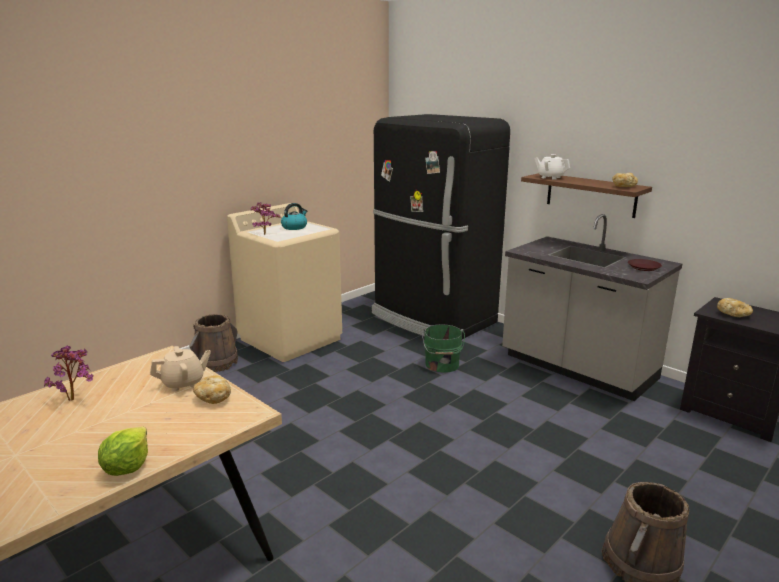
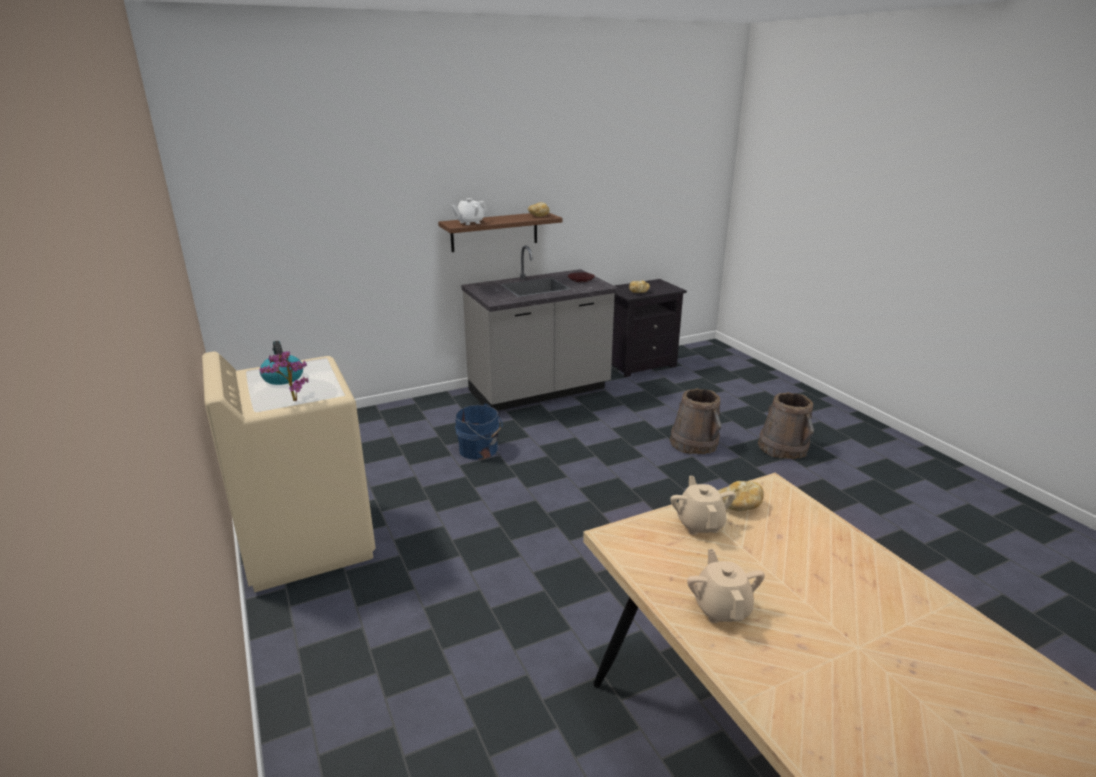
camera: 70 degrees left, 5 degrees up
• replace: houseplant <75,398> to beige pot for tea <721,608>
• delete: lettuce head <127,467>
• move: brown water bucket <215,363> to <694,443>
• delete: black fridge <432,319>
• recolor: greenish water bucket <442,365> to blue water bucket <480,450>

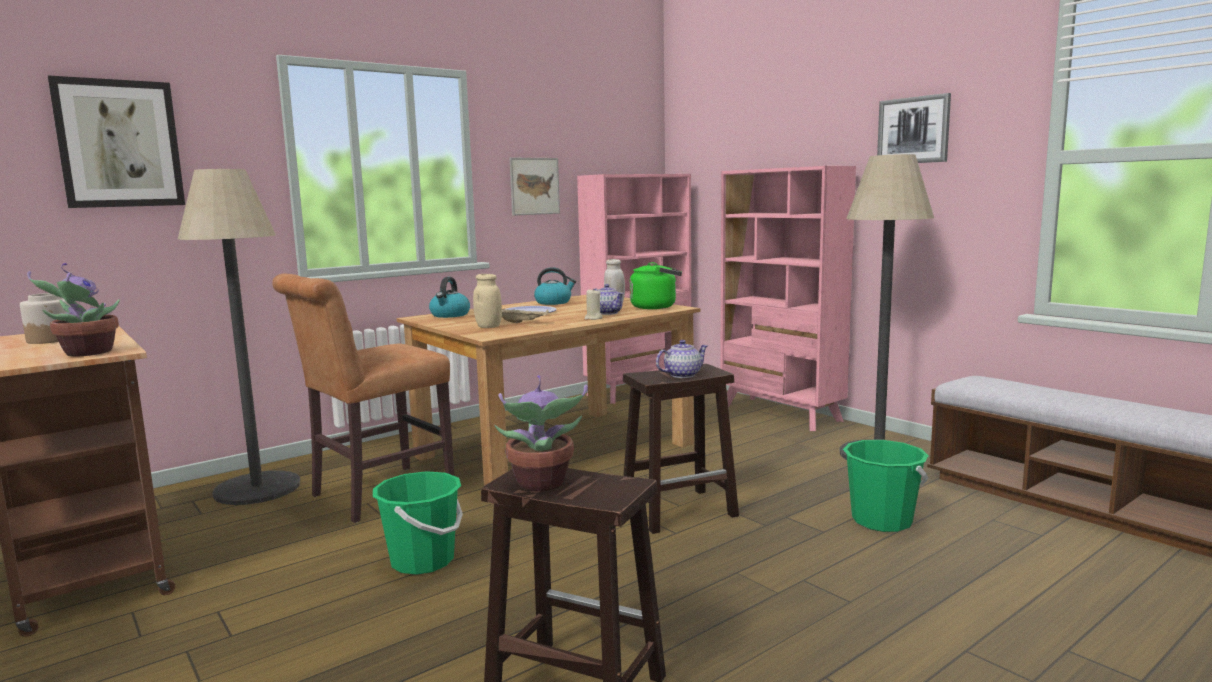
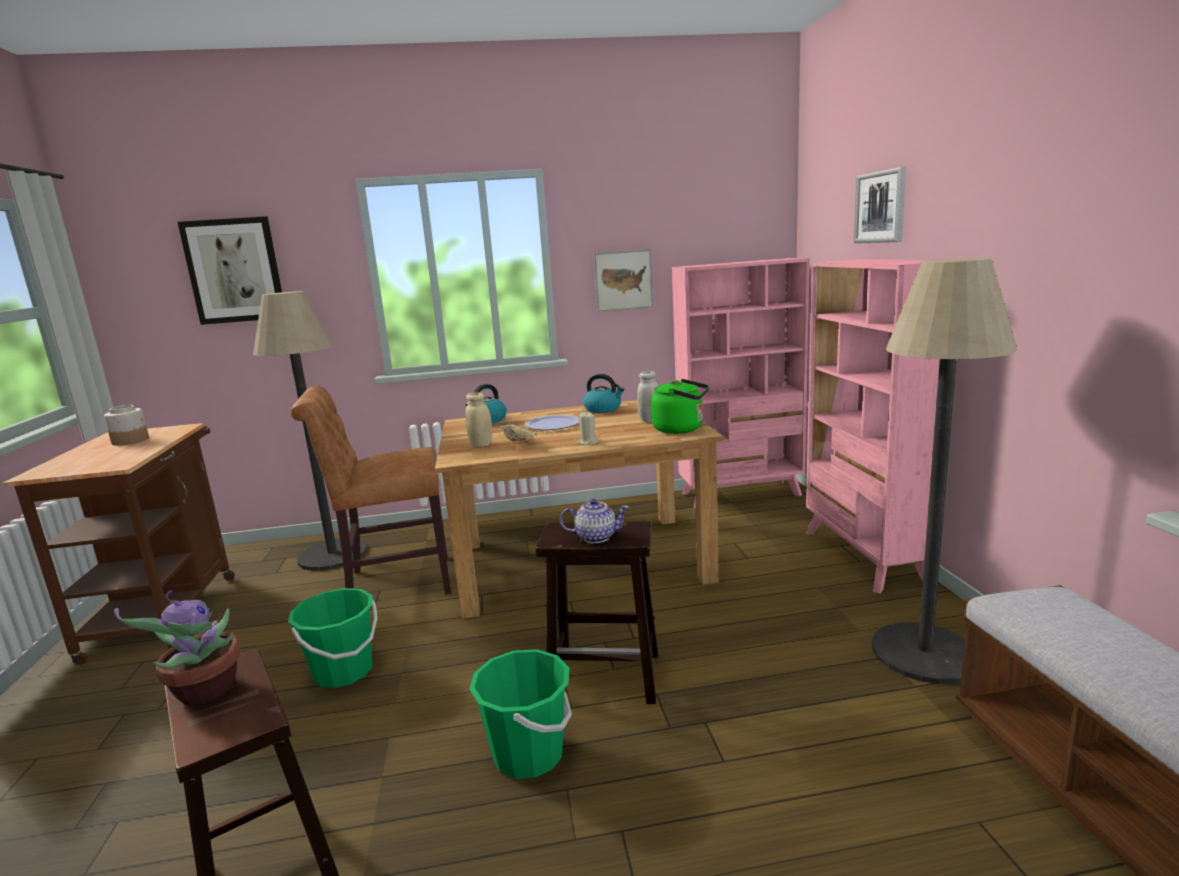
camera: 30 degrees right, 5 degrees up
• delete: houseplant <86,353>
• delete: pot for tea <607,313>
• move: greenish water bucket <882,521> to <529,754>
• move: picture <913,130> to <880,207>

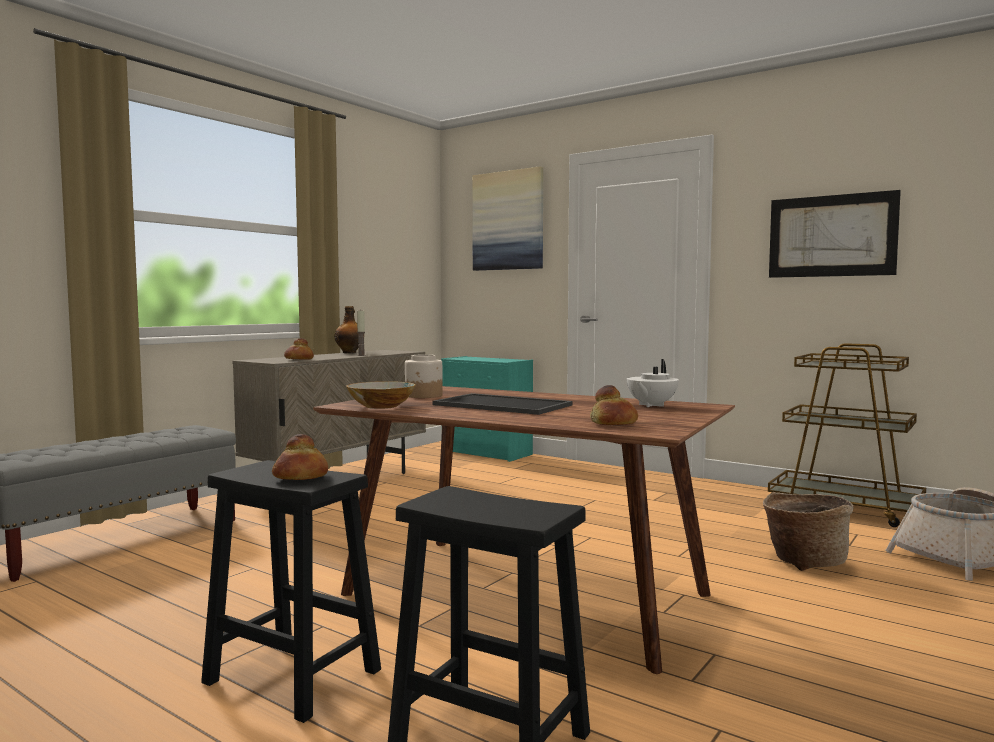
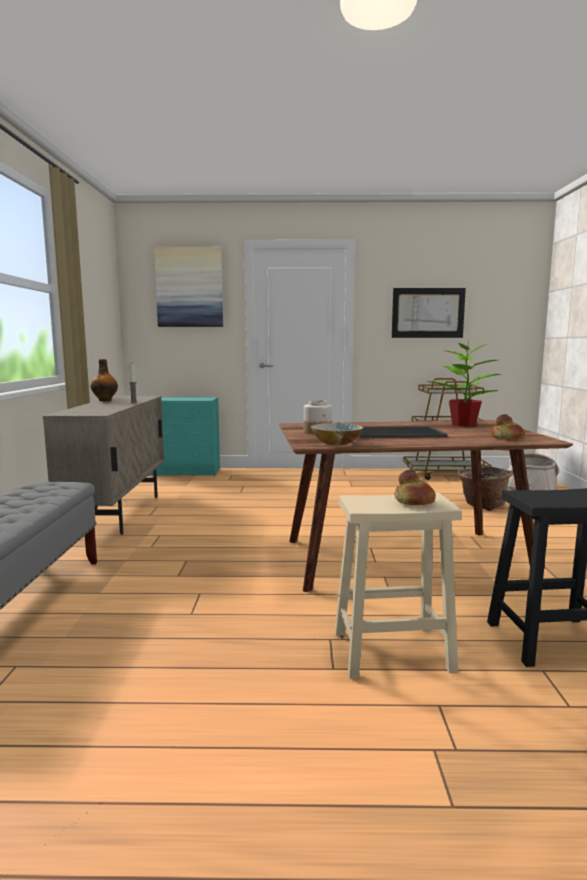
camera: 35 degrees left, 5 degrees up
• recolor: black stool <290,676> to beige stool <390,651>
• delete: bread <298,359>
• replace: white-coloured pot for tea <651,405> to houseplant <464,424>

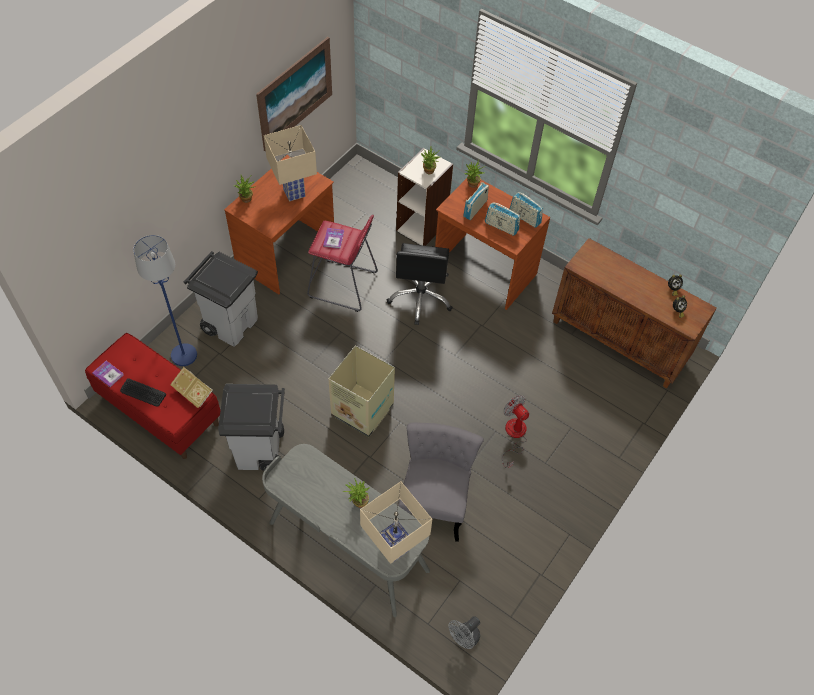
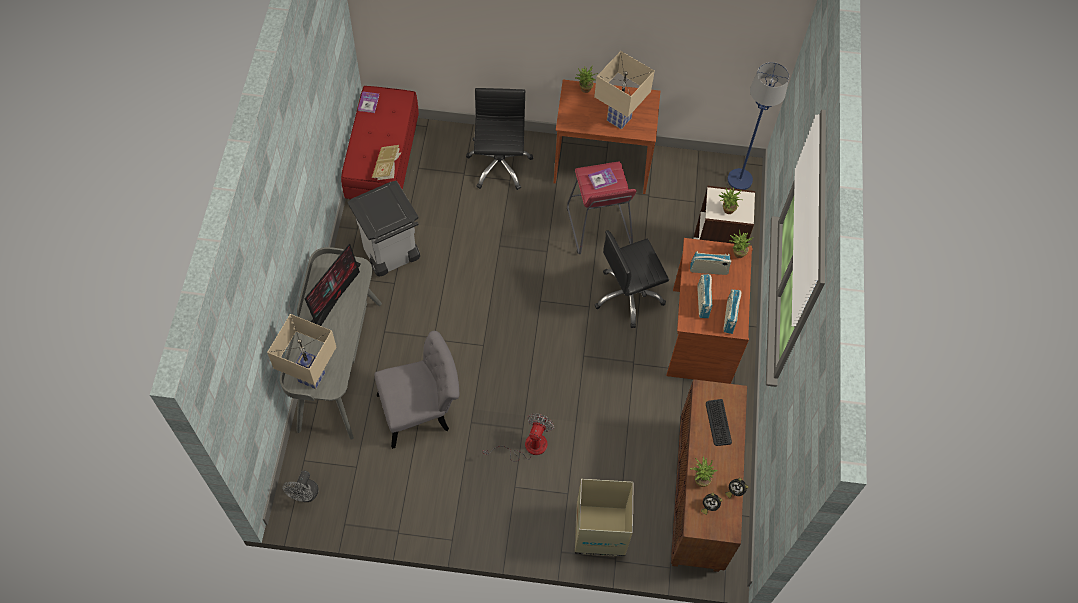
camera: 60 degrees right, 5 degrees up
• move: keyboard <143,393> to <718,422>
• move: blue standing lamp <184,355> to <739,180>
• replace: grey rubbish bin <231,323> to black office chair <499,165>
• delete: picture <295,93>
• move: carton <363,411> to <600,532>
• move: houseplant <357,502> to <700,479>
• rotate: grey cooling fan <464,639> = <305,495> 90 degrees counterclockwise
• insert: monitor <334,295>

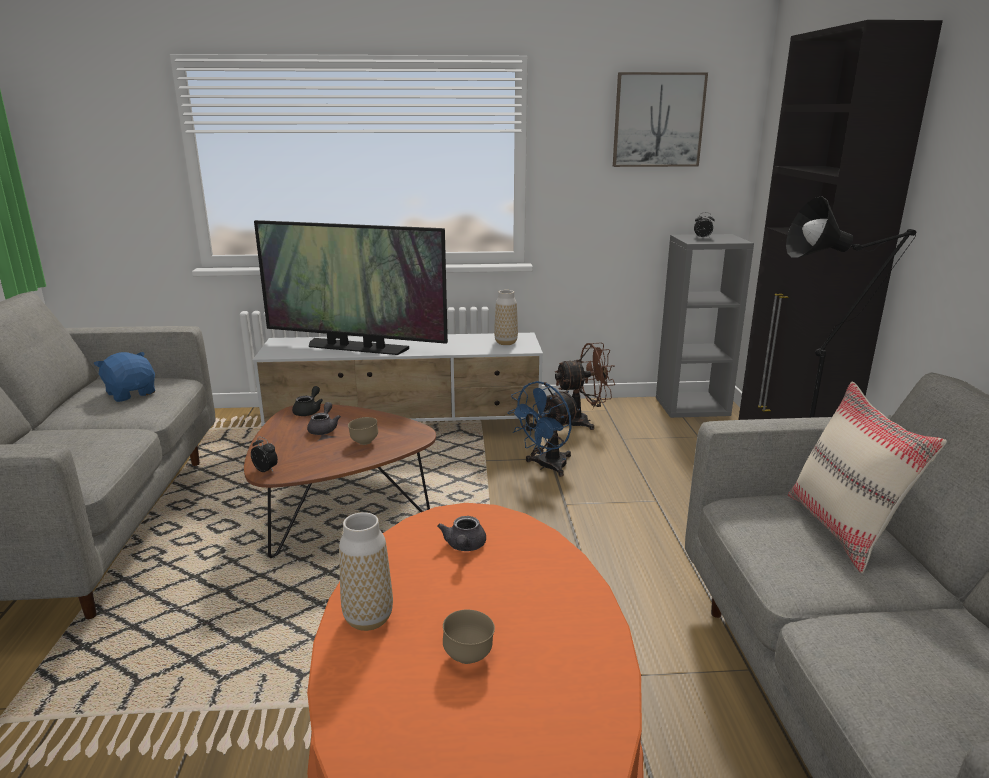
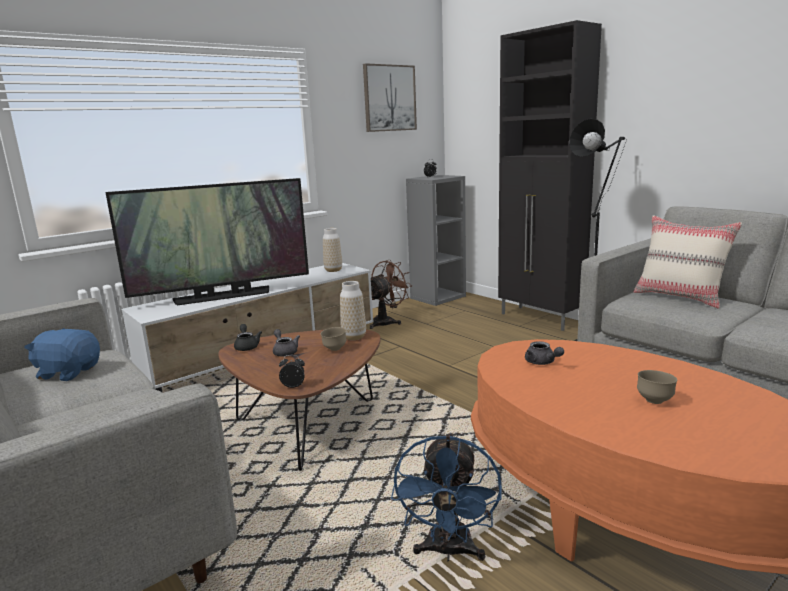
camera: 35 degrees left, 5 degrees down
• move: vase <368,618> to <354,337>
• move: blue cooling fan <546,467> to <449,551>

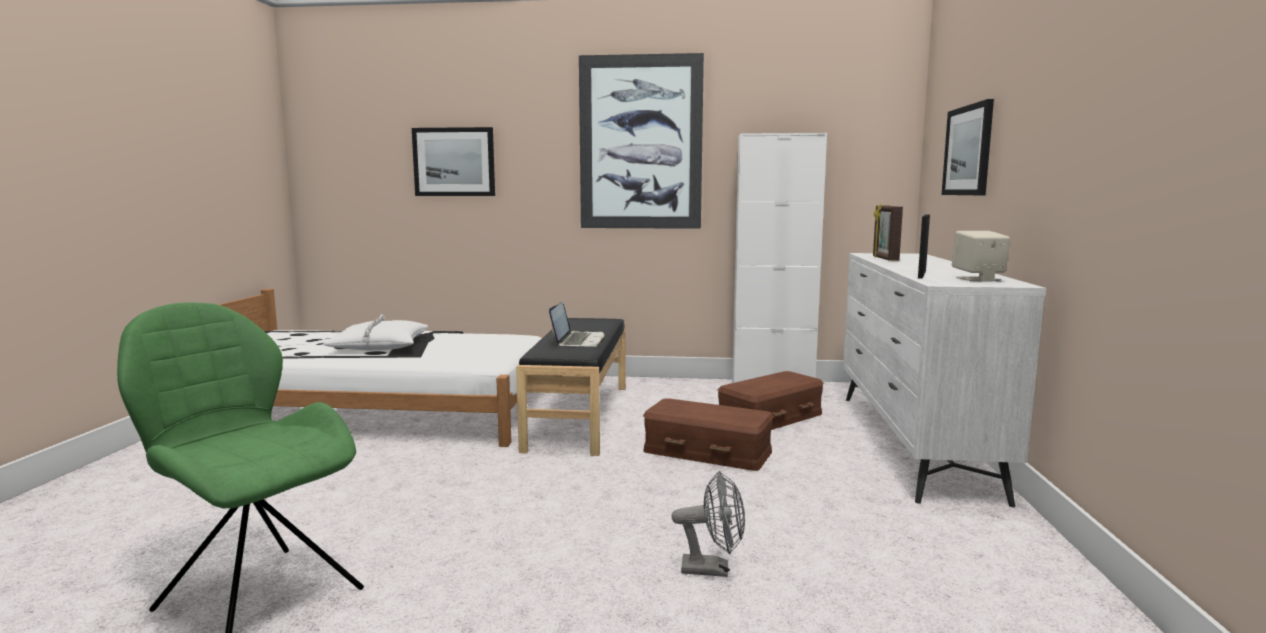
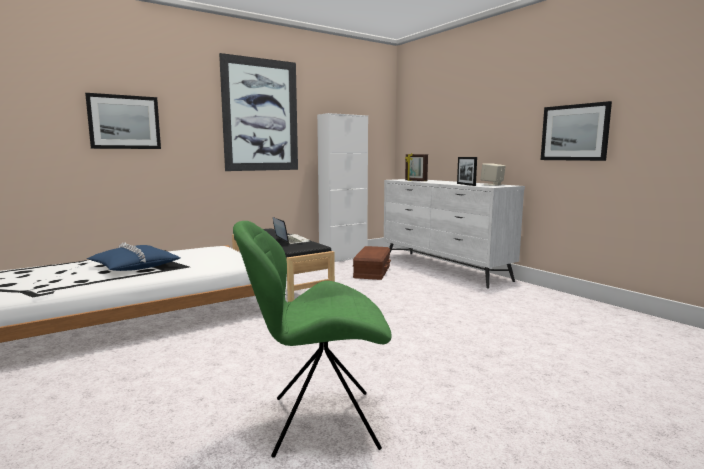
camera: 40 degrees left, 0 degrees up
• recolor: white-coloured pillow <379,346> to blue pillow <134,266>
• delete: brown storage container <708,451>
• delete: grey cooling fan <713,569>
• move: picture <968,150> to <574,132>

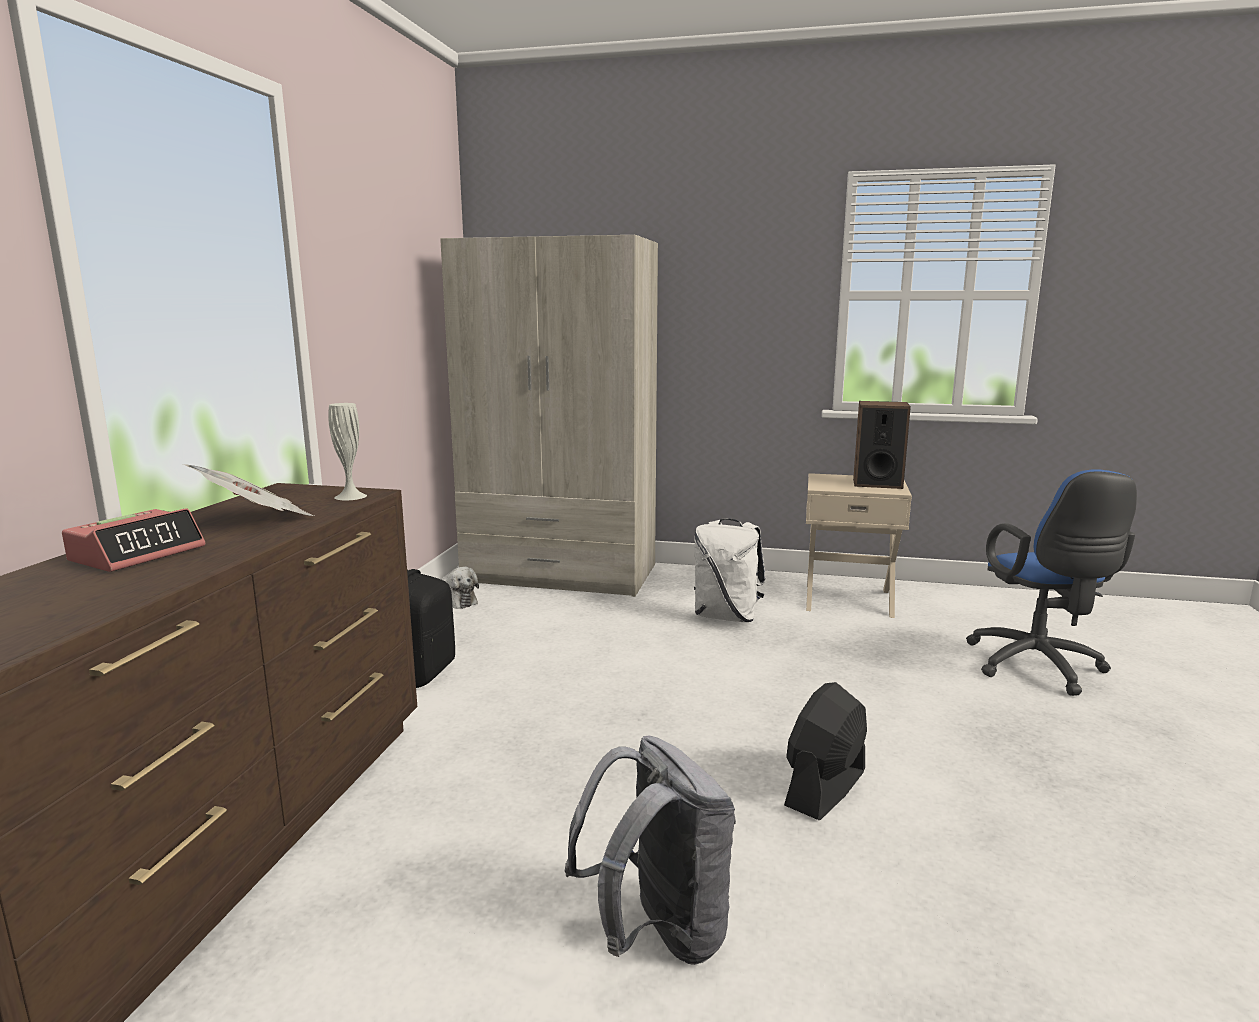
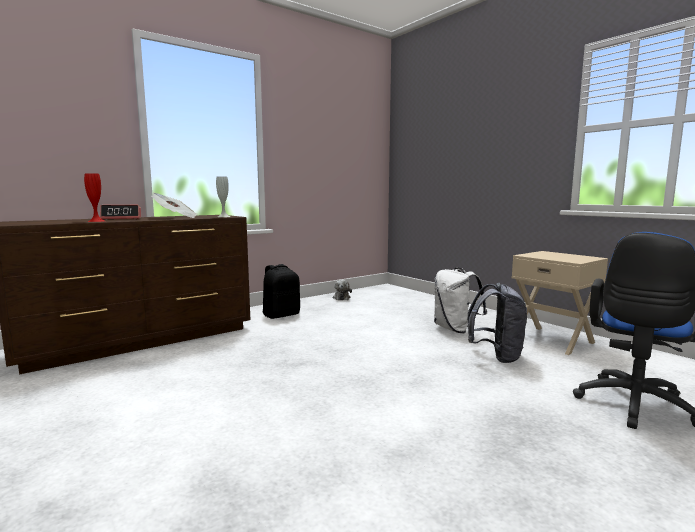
camera: 40 degrees right, 5 degrees down
• delete: beige clothes cupboard <561,574>
• move: grey backpack <657,933> to <496,356>
• delete: black cooling fan <825,788>
• delete: speaker <877,483>
• insert: red vase <96,221>

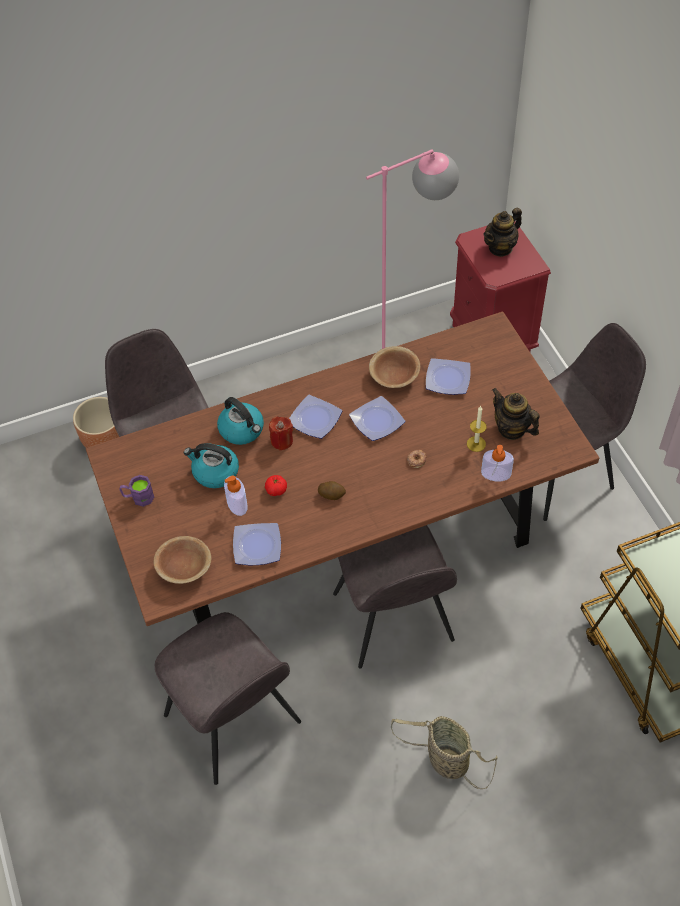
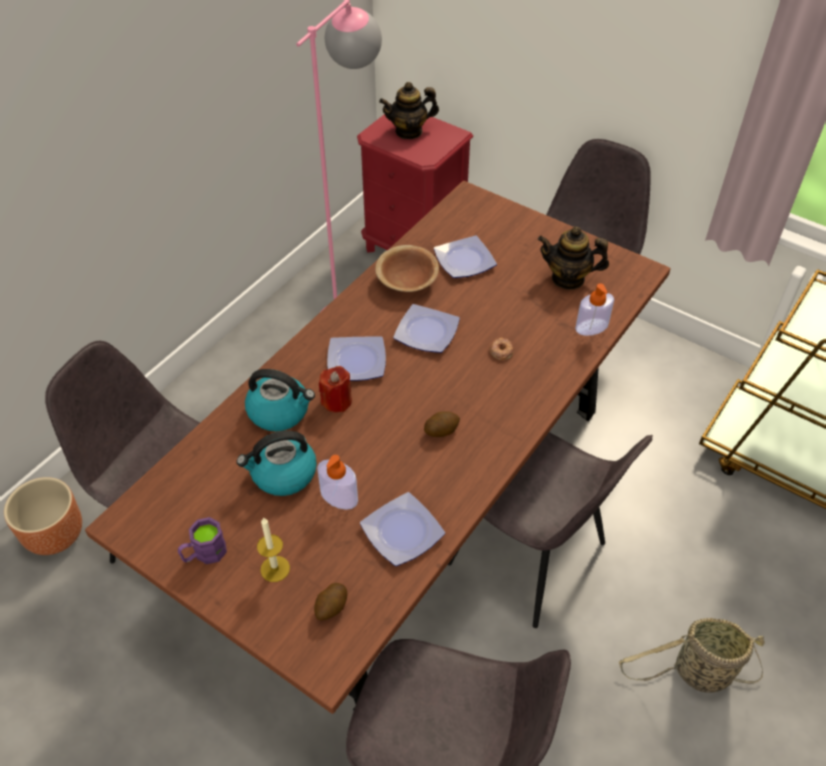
camera: 35 degrees left, 5 degrees down
• replace: brown deep dish <184,567> to spud <331,607>
• delete: fresh tomato <276,490>
• move: wax light <476,444> to <275,569>
• rotate: pot for tea <500,248> = <409,131> 60 degrees clockwise

